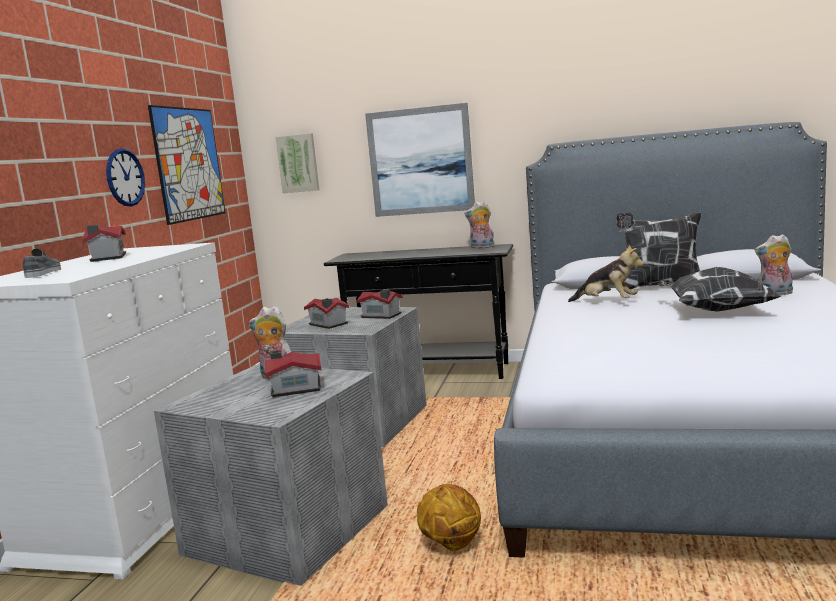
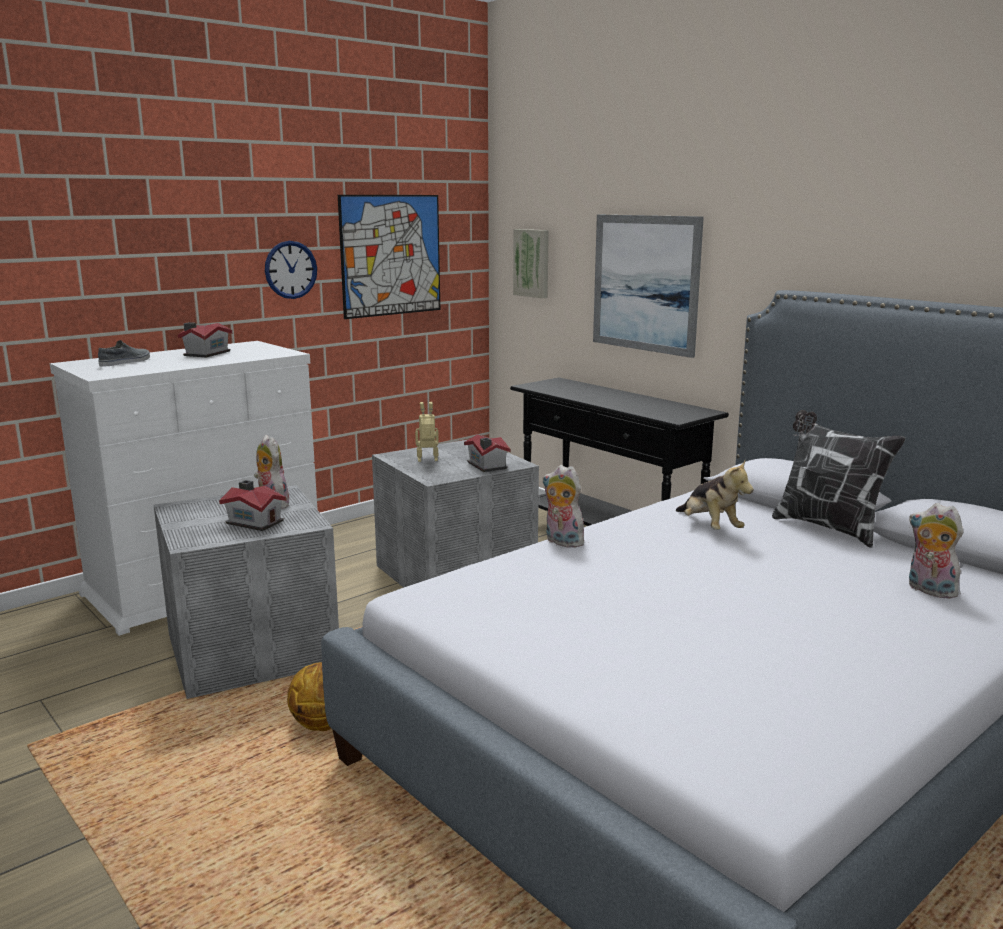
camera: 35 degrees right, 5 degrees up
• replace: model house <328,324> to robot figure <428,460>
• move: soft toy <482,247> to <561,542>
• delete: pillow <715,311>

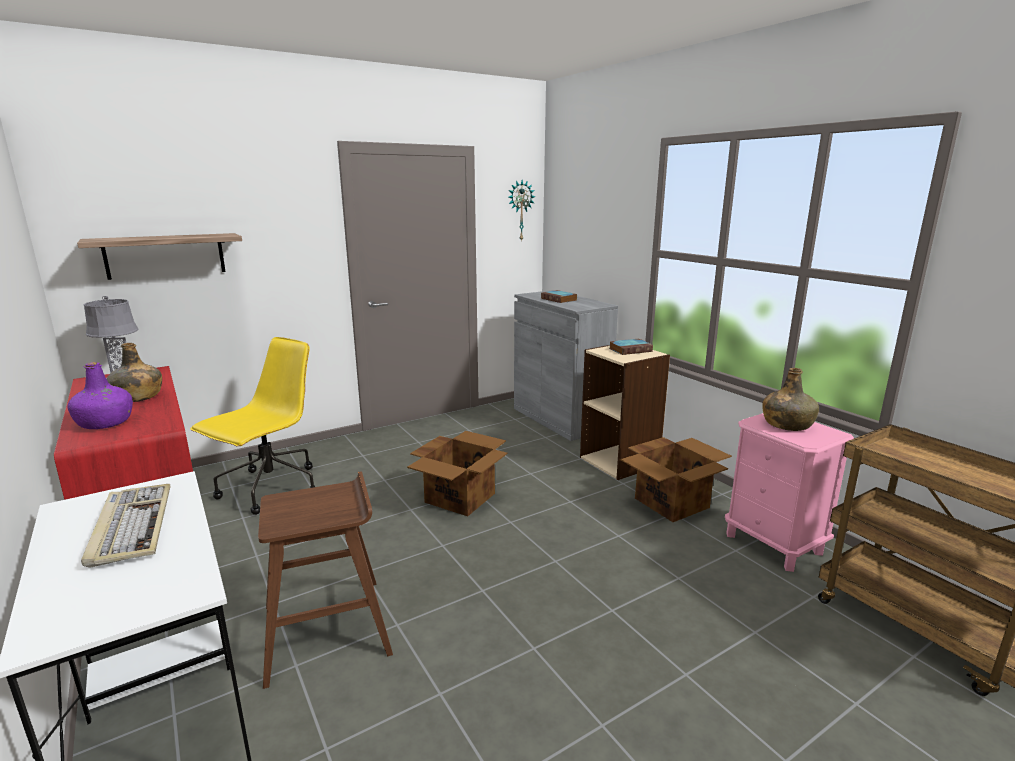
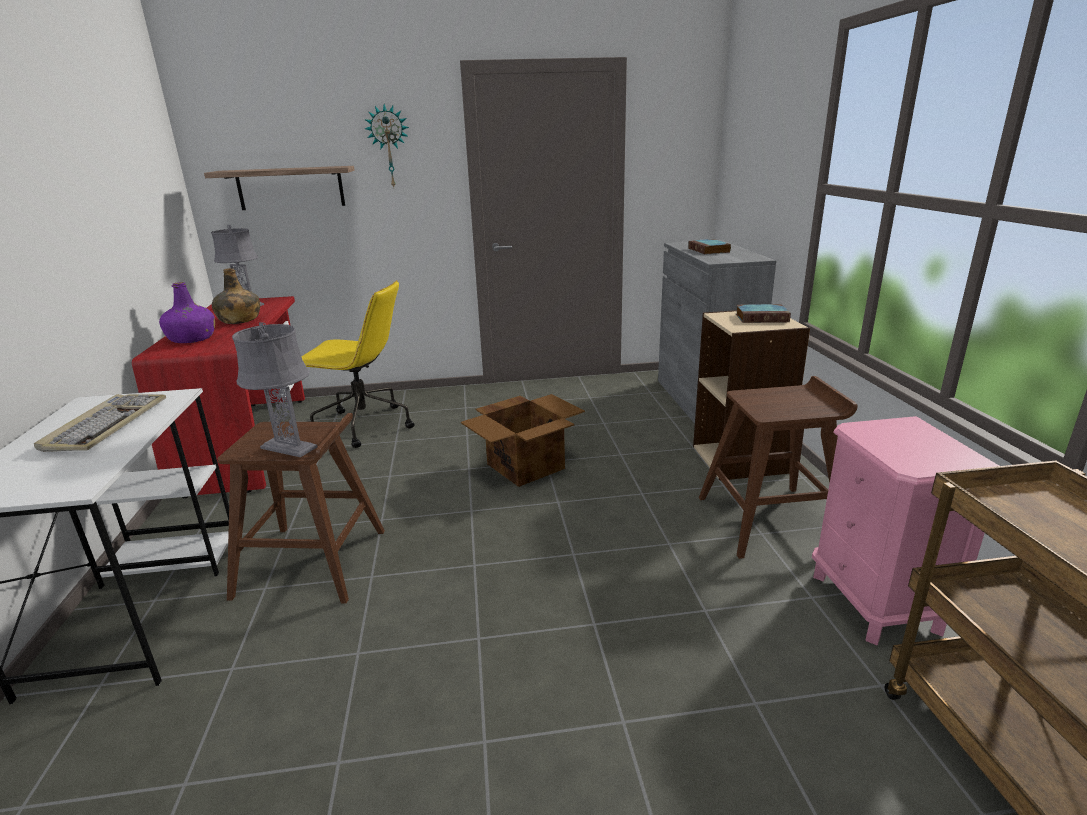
camera: 25 degrees right, 5 degrees up
• rotate: yellow office chair <269,489> = <362,426> 45 degrees clockwise
• move: wall clock <520,210> to <389,147>
• replace: carton <672,503> to brown stool <770,520>
• delete: greenish beverage bottle <787,425>
• insert: grey lamp for a table <288,448>

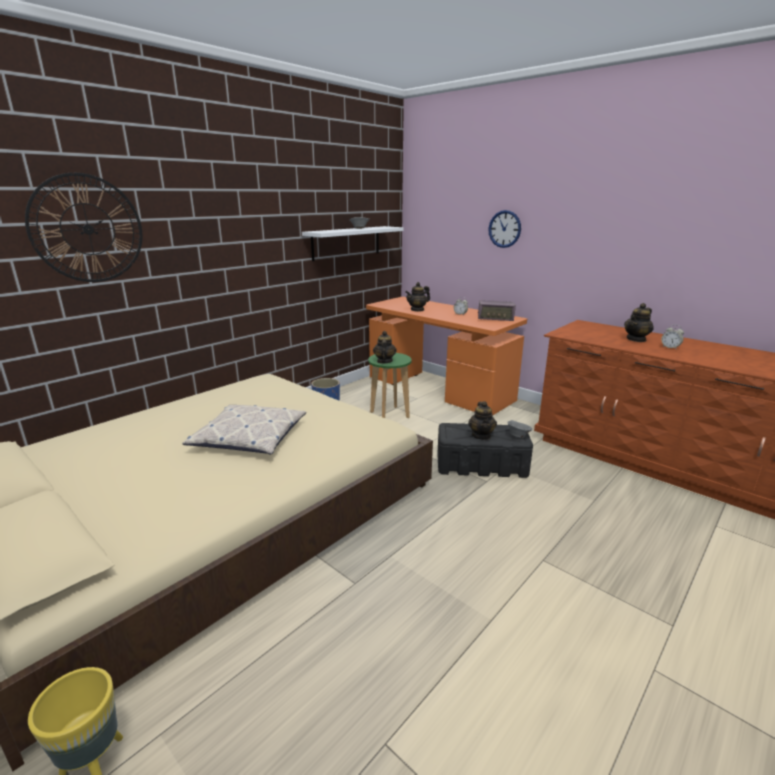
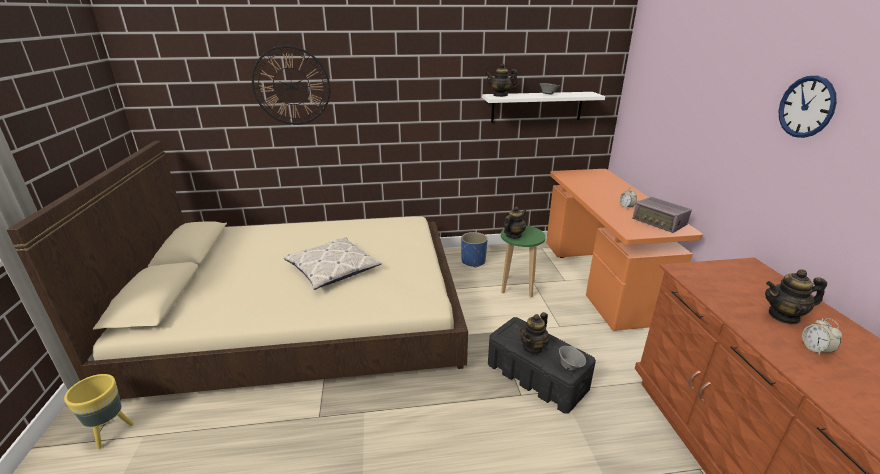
camera: 40 degrees right, 5 degrees up
• move: pot for tea <417,310> to <500,95>
• move: wall clock <504,229> to <806,107>

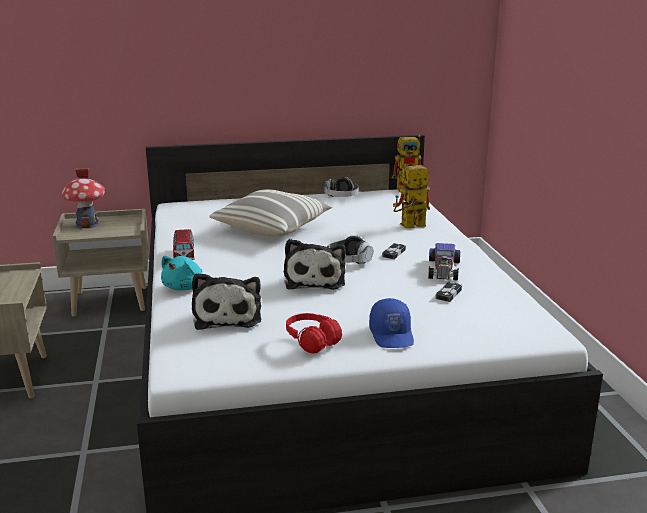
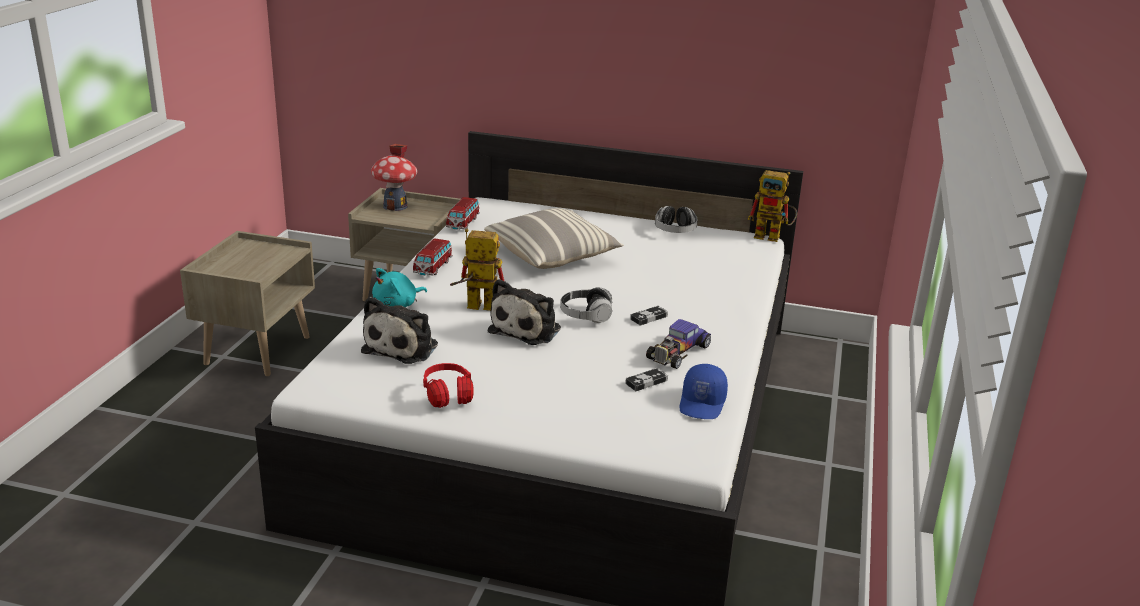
camera: 25 degrees right, 5 degrees up
• move: blue baseball cap <392,335> to <703,403>
• move: robot figure <408,227> to <474,307>
• insert: toy car <463,223>

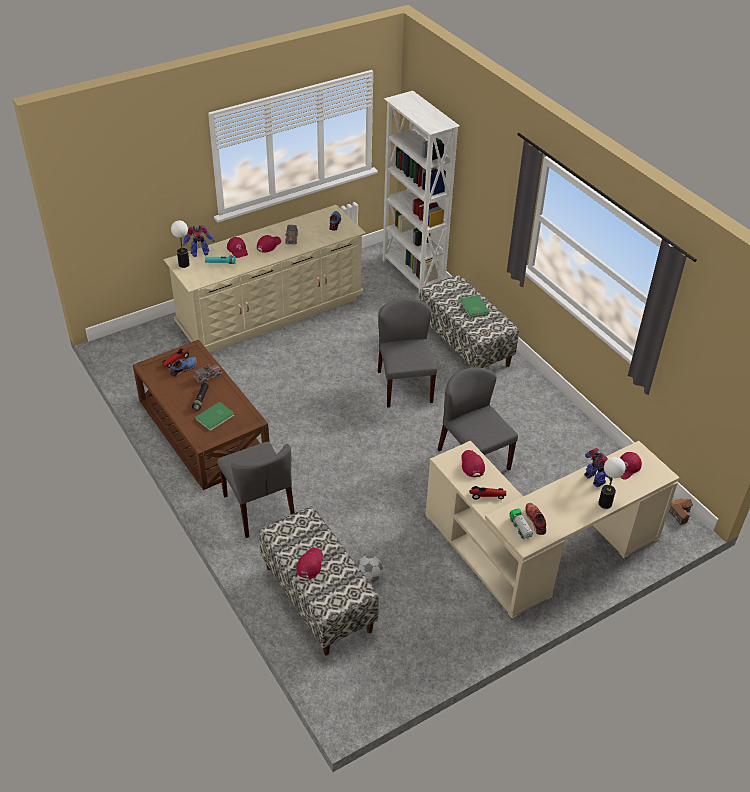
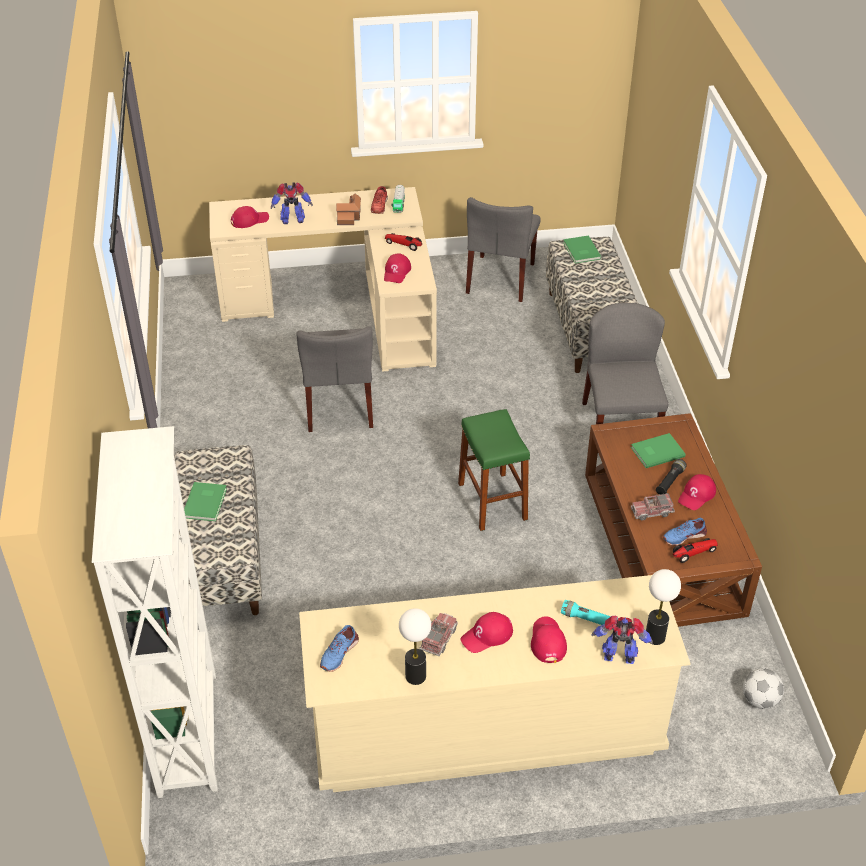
camera: 155 degrees left, 0 degrees up
• move: red baseball cap <310,564> to <697,495>
• move: football <368,577> to <759,700>
• move: grey plain chair <404,386> to <501,278>
• rotate: robot figure <594,480> = <292,219> 90 degrees counterclockwise
• move: lamp for a table <604,503> to <416,676>
• move: model house <680,513> to <349,216>
• insert: greenish stool <492,501>
• insert: greenish bound book <581,251>

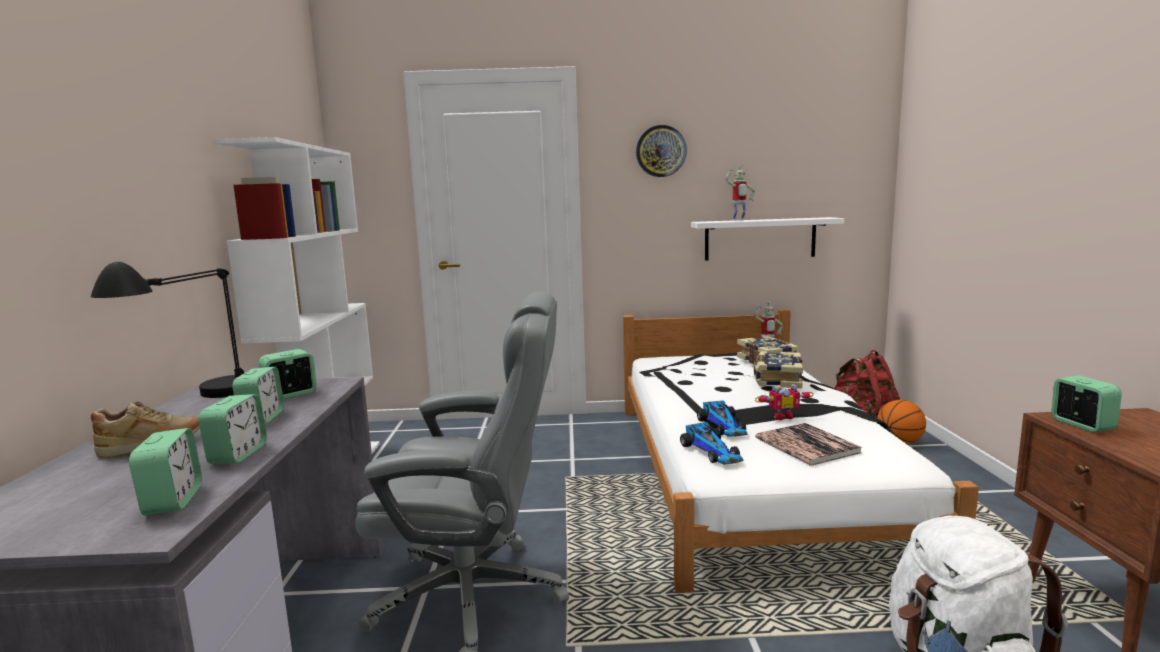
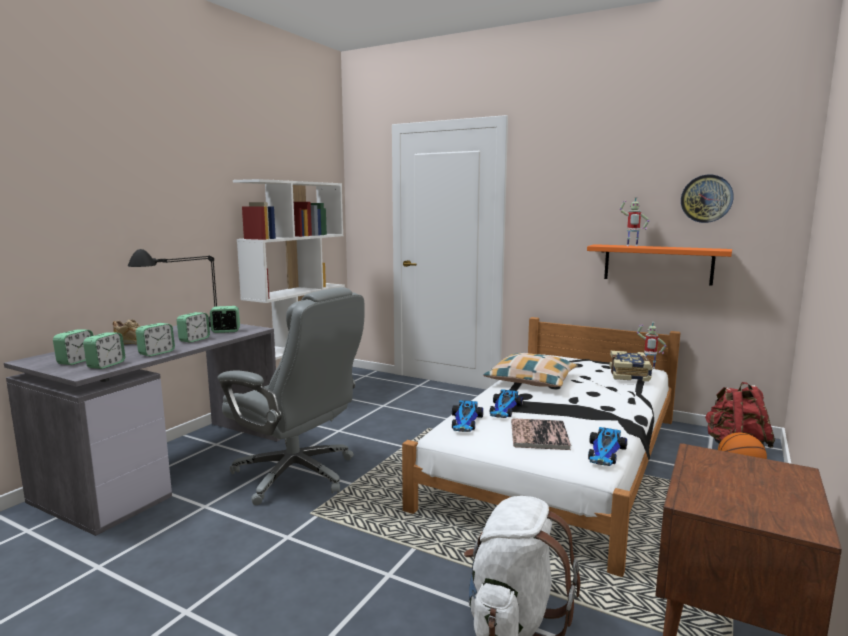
camera: 30 degrees right, 0 degrees up
• move: wall clock <661,151> to <706,198>
• recolor: white-coloured shelf <760,239> to orange shelf <657,264>
• delete: bound book <777,380>
• delete: robot figure <781,416>
• move: alarm clock <1081,425> to <76,361>
• insert: pillow <531,380>
• insert: toy car <605,454>

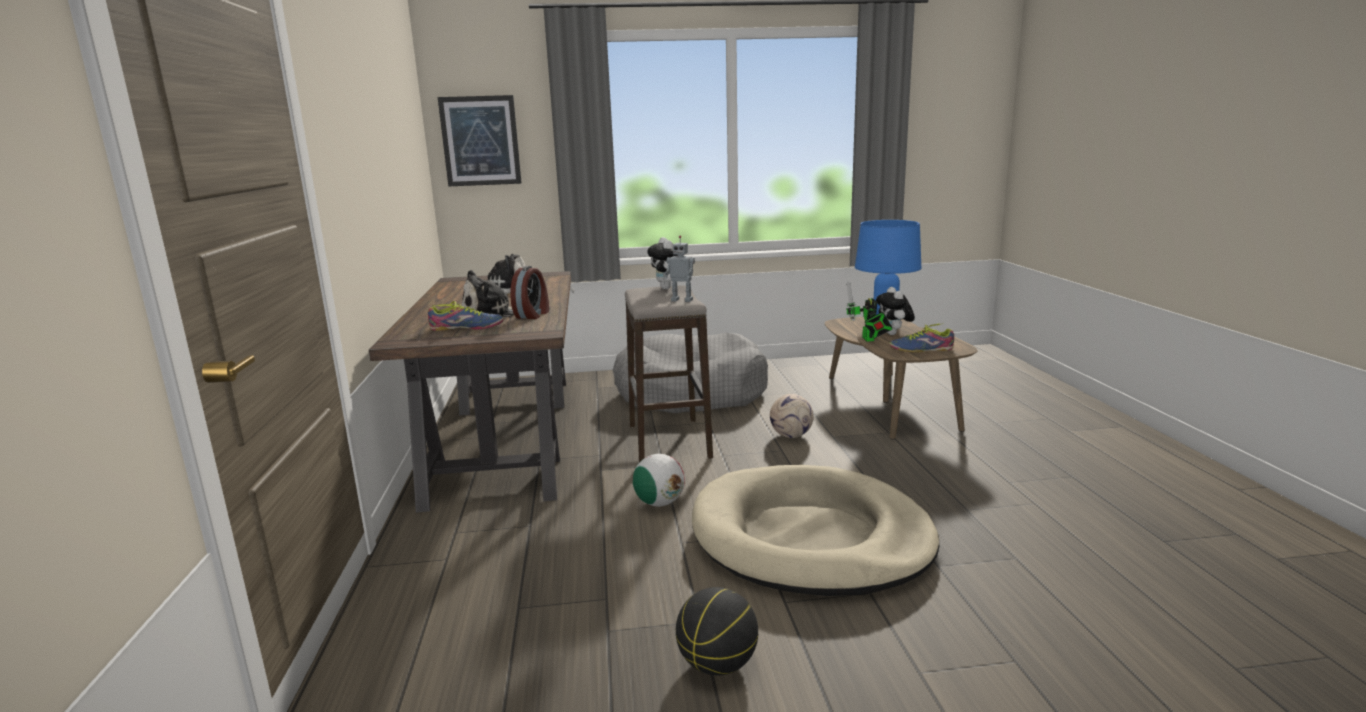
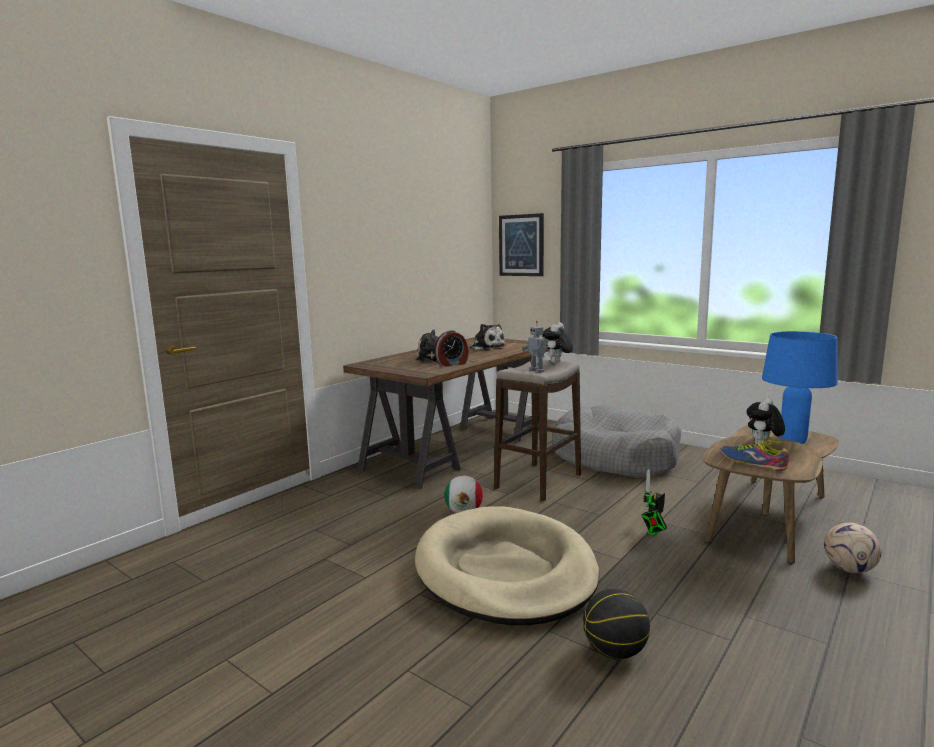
camera: 45 degrees right, 5 degrees down
• delete: shoe <466,327>
• move: ball for basketball <717,664> to <614,651>
• move: football <790,435> to <849,569>
• move: robot figure <869,339> to <653,532>

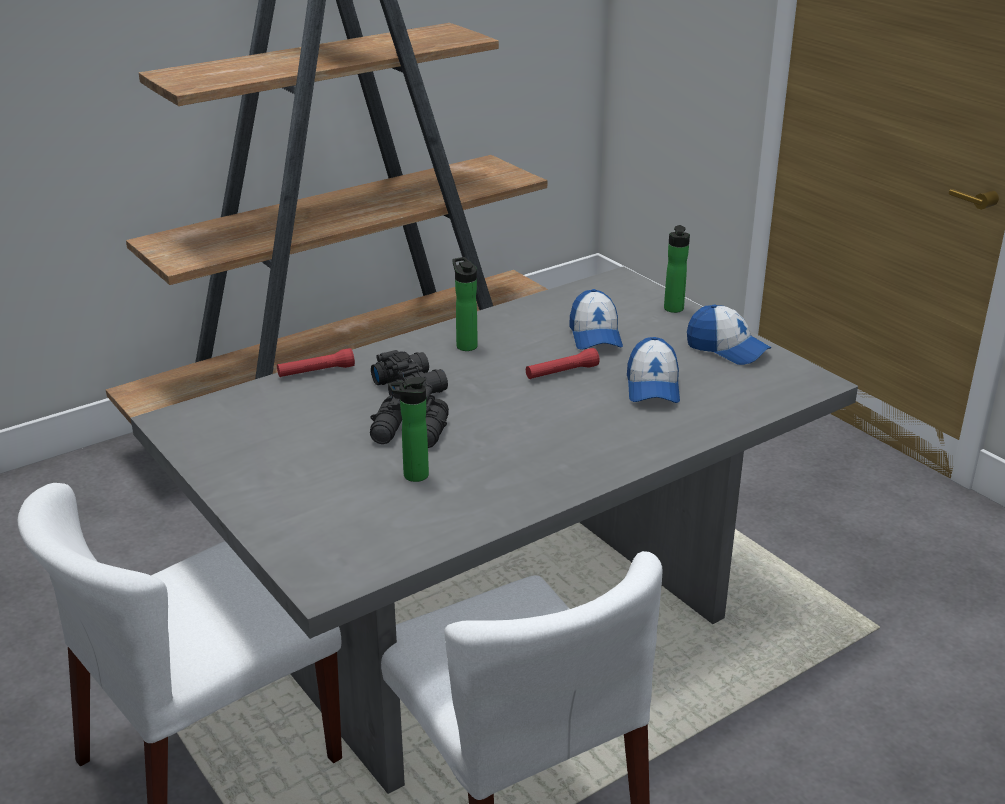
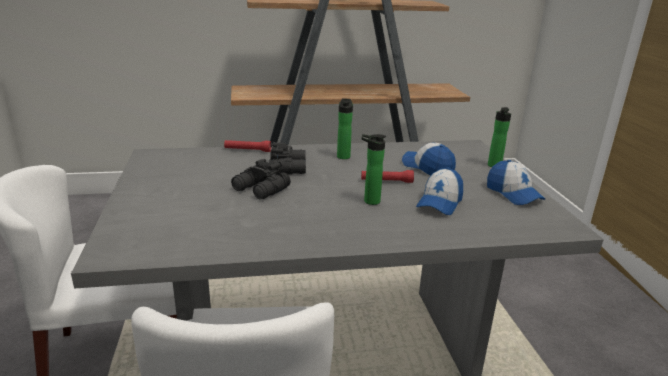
camera: 25 degrees right, 5 degrees down
• move: beverage bottle <412,476> to <369,201>
• rotate: baseball cap <595,335> = <428,168> 120 degrees clockwise

